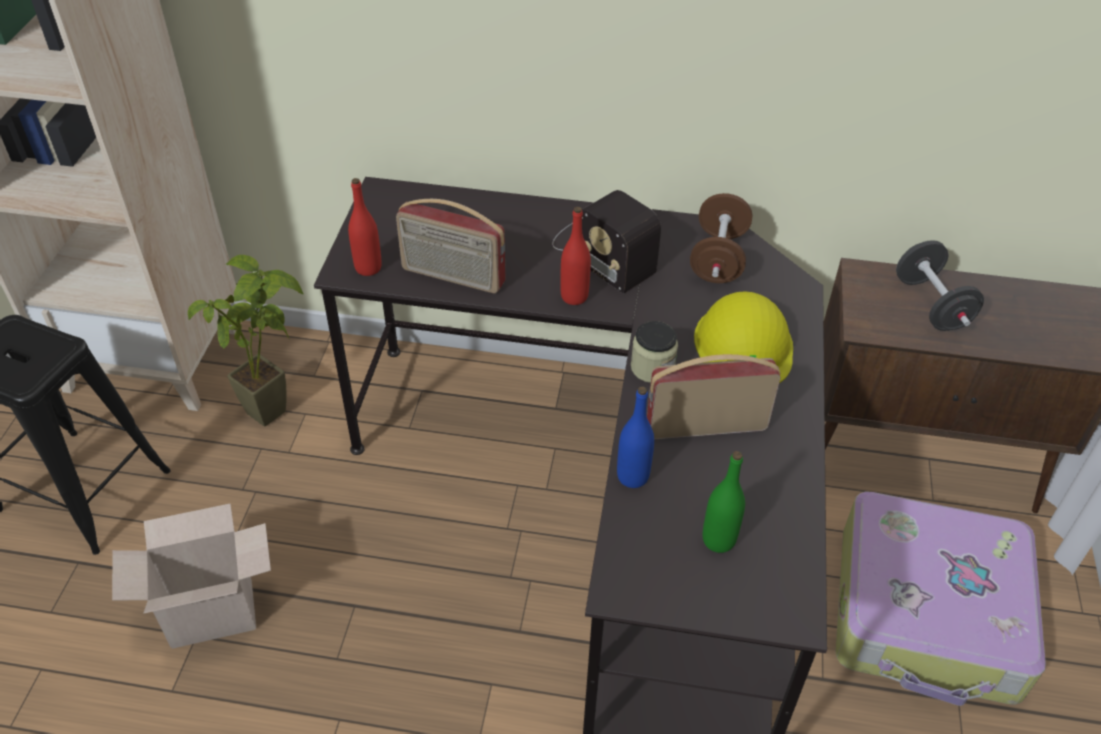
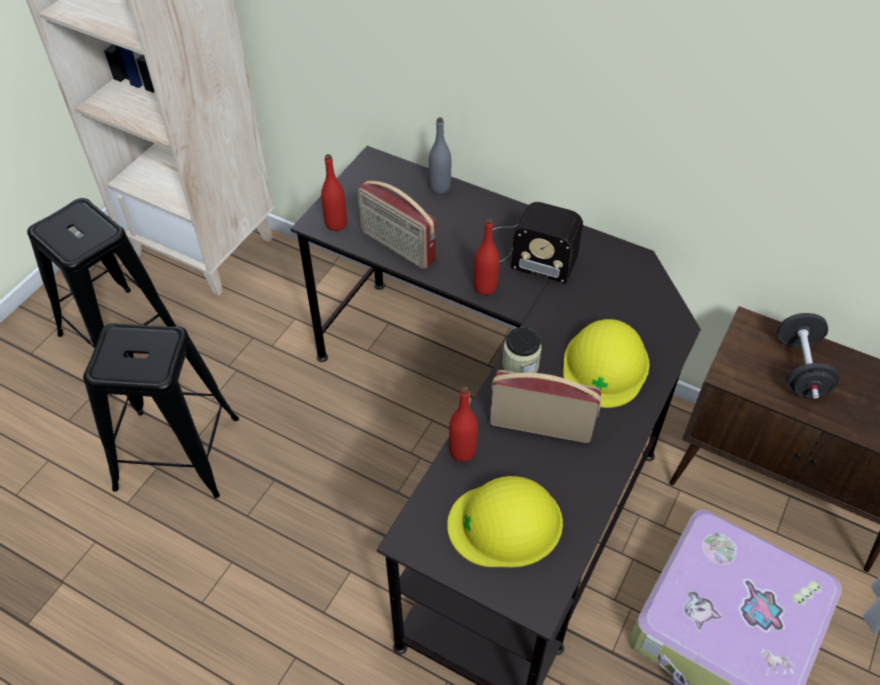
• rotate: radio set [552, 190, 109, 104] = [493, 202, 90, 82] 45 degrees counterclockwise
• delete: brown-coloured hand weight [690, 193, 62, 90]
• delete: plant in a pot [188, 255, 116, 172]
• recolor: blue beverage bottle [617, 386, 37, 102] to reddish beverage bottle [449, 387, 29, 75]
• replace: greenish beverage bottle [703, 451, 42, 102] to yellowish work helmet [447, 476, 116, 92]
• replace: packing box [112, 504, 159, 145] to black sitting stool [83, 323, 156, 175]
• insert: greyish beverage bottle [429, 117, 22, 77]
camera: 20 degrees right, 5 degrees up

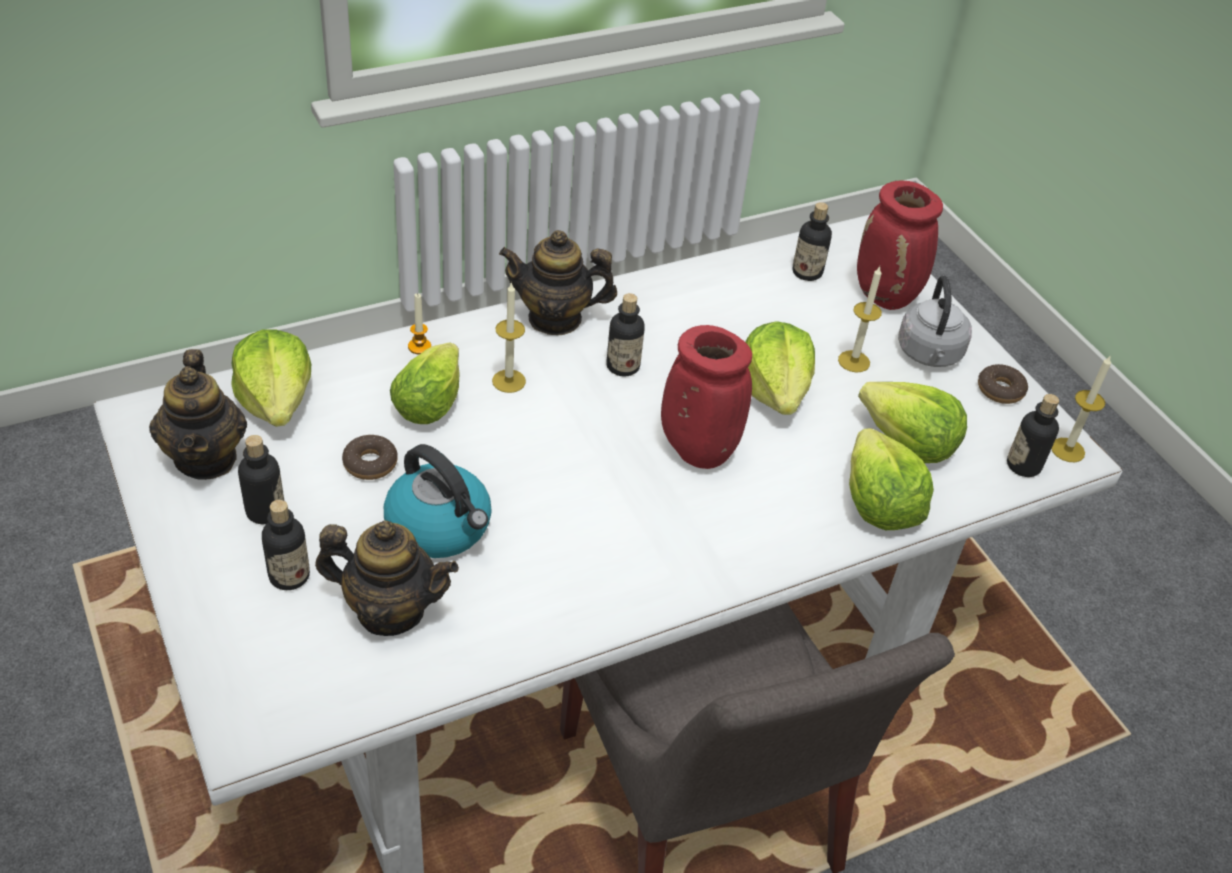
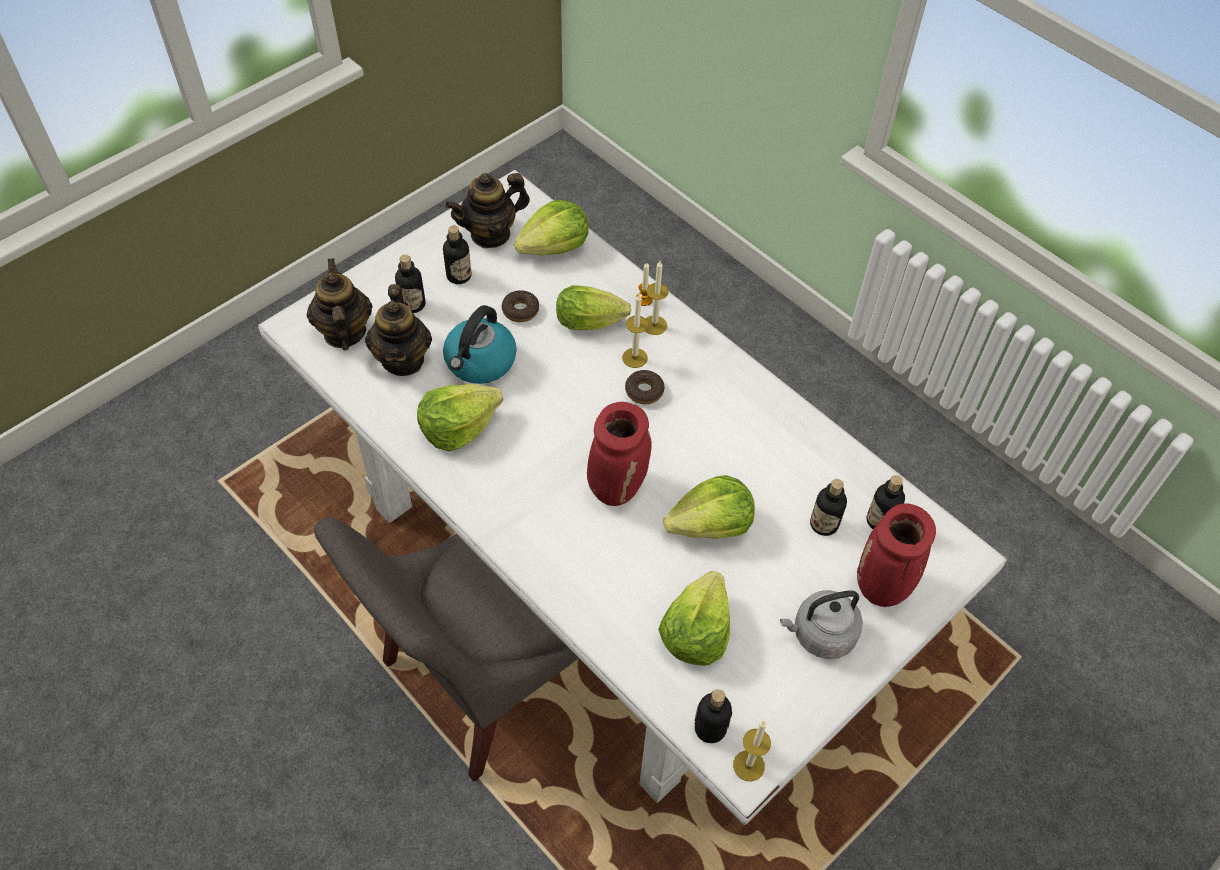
• move: teapot [499, 230, 118, 105] to [307, 258, 66, 93]
• move: candle [838, 266, 44, 106] to [645, 261, 24, 74]
• move: beverage bottle [606, 293, 39, 84] to [810, 479, 37, 57]
• move: ring doughnut [978, 364, 50, 40] to [625, 370, 39, 34]
• move: lettuce [849, 428, 85, 102] to [417, 384, 86, 68]
camera: 75 degrees right, 10 degrees up

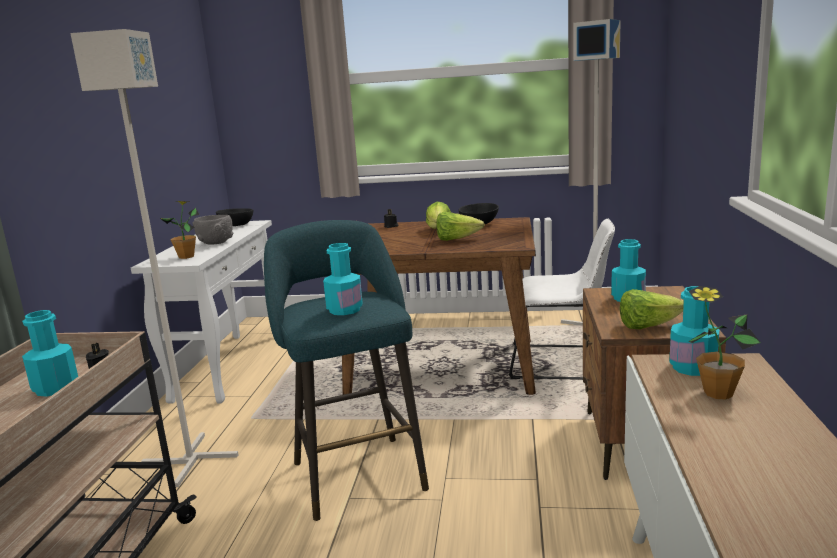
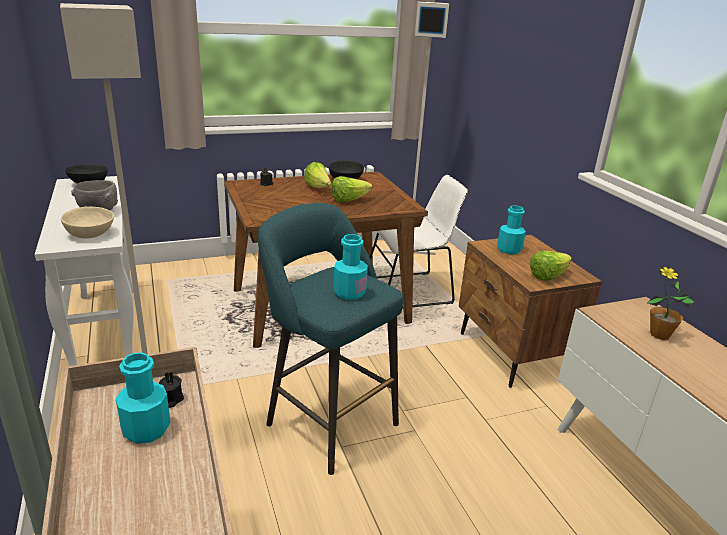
• replace: plant in a pot [160, 201, 39, 58] to sand-coloured bowl [61, 207, 53, 32]
• delete: turquoise-coloured beverage bottle [669, 286, 51, 90]
camera: 30 degrees left, 10 degrees up

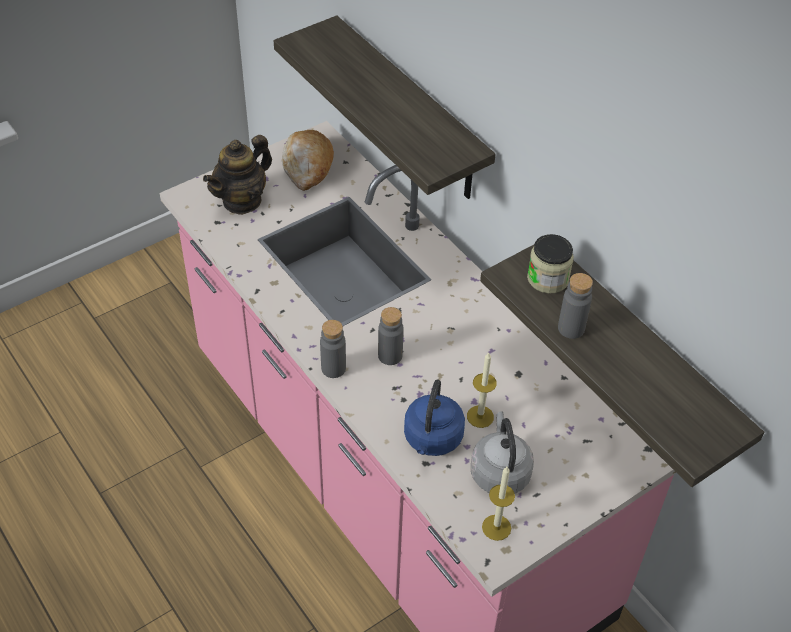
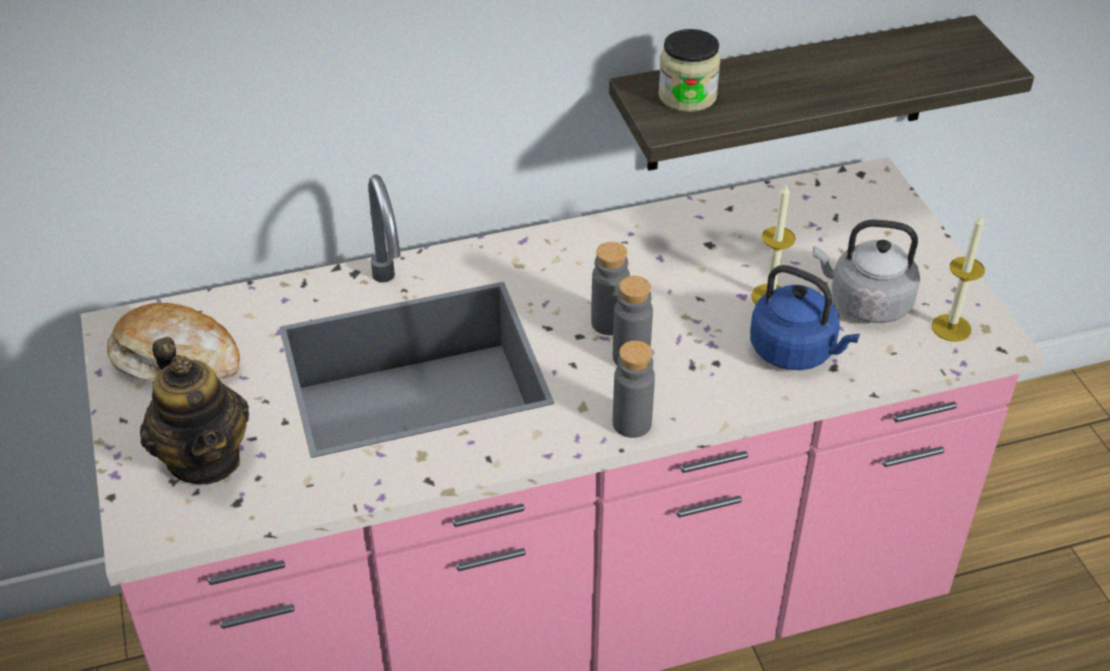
• delete: wall shelf [274, 15, 222, 184]
• move: greyish beverage bottle [558, 273, 35, 66] to [591, 242, 39, 93]
camera: 70 degrees left, 5 degrees down

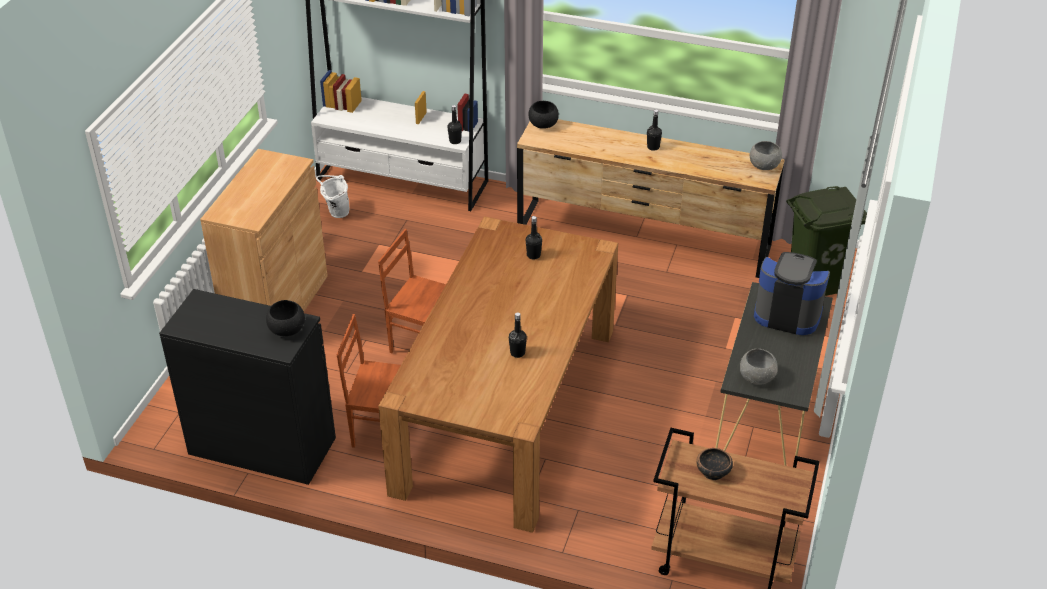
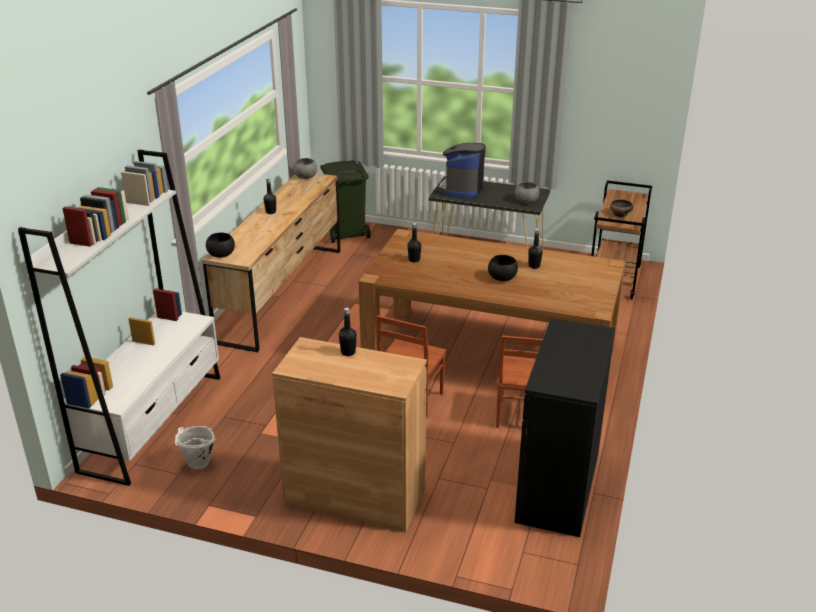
• move: black beverage bottle [447, 105, 15, 39] to [339, 308, 18, 48]
• move: black bowl [266, 300, 39, 36] to [488, 255, 30, 26]
camera: 90 degrees left, 10 degrees down

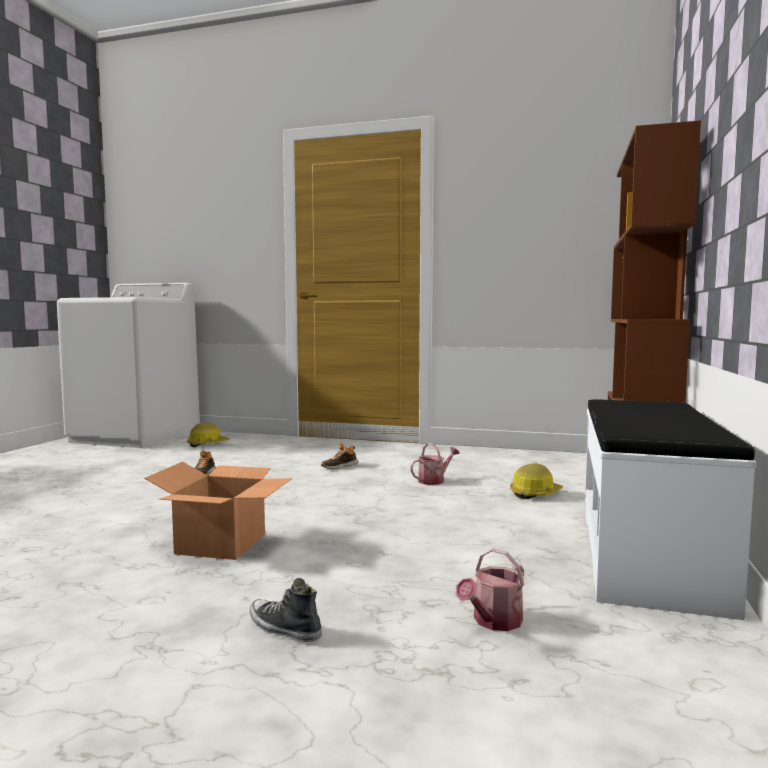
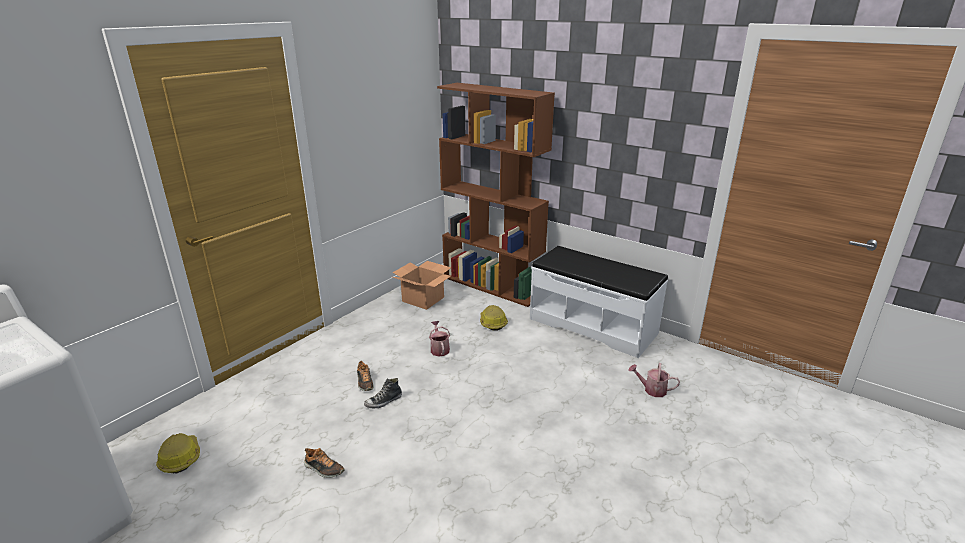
• move: packing box [144, 462, 148, 98] to [393, 261, 58, 49]
• rotate: sprinkling can [456, 548, 68, 83] = [628, 363, 52, 34] 135 degrees clockwise
• move: low shoe [250, 578, 72, 64] to [364, 378, 38, 30]
camera: 70 degrees left, 20 degrees up

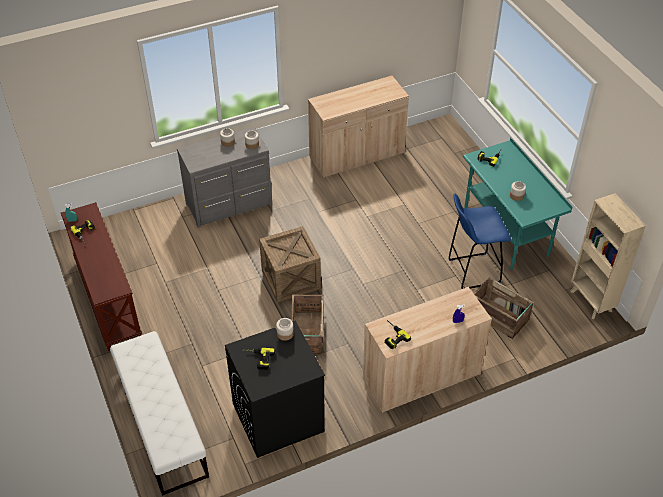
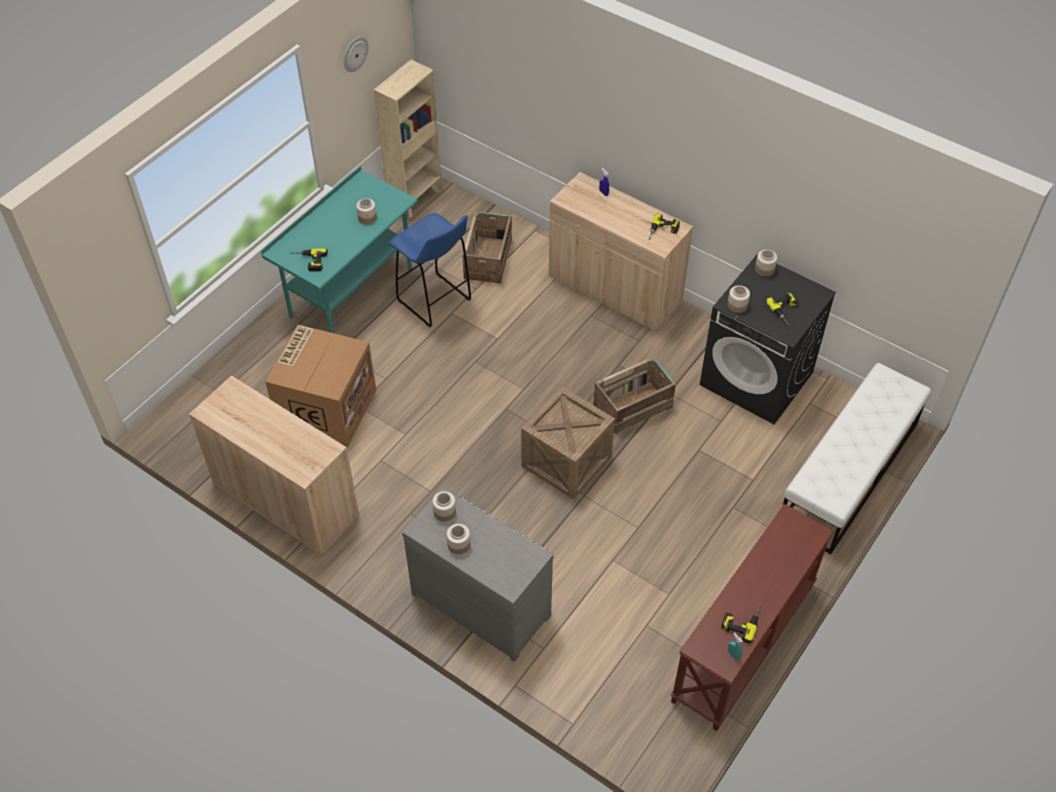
• insert: clock on the wall [344, 36, 25, 36]
• insert: preserve jar [755, 250, 22, 27]
• insert: packing box [265, 325, 111, 123]
camera: 120 degrees left, 5 degrees up

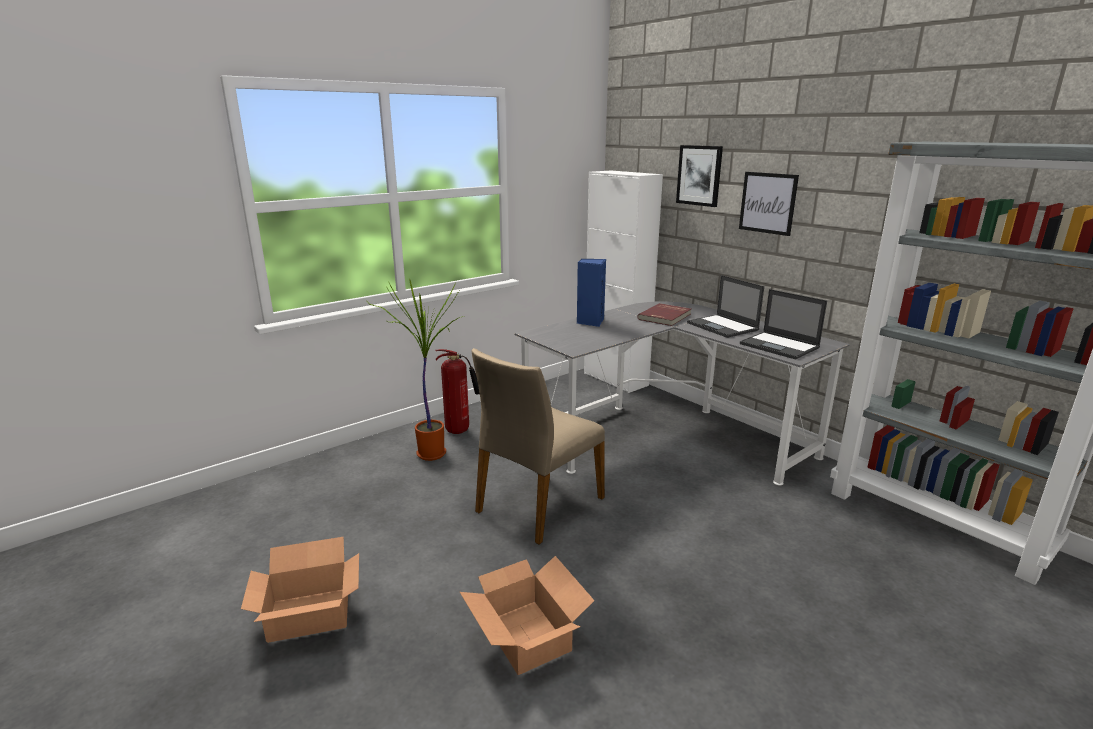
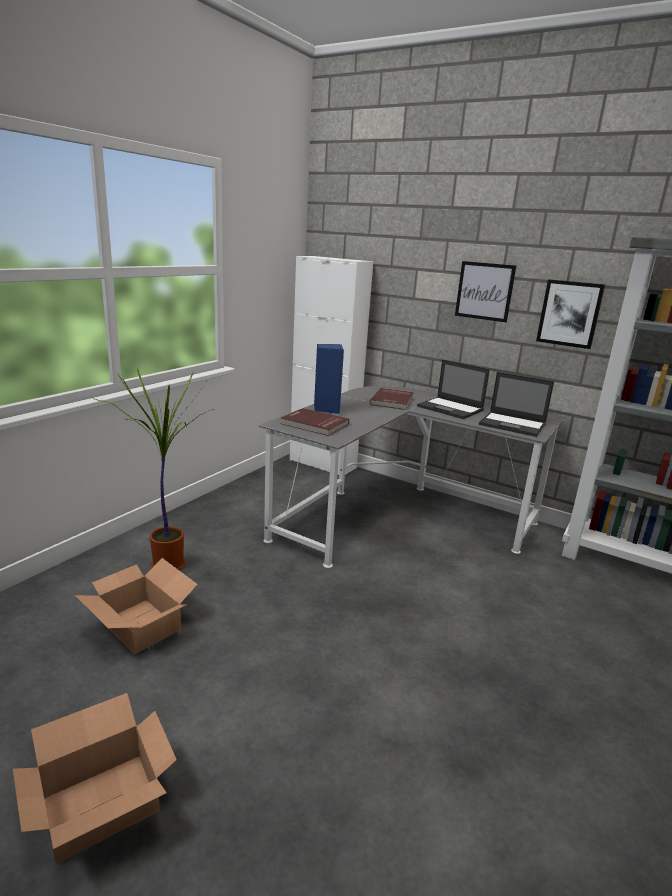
• move: picture [676, 145, 47, 62] to [536, 279, 69, 70]
• delete: sand-coloured plain chair [472, 348, 133, 196]
• delete: fire extinguisher [436, 349, 44, 85]
• move: packing box [460, 556, 135, 119] to [75, 558, 123, 97]
• insert: reddish book [280, 408, 69, 28]
camera: 20 degrees left, 0 degrees up

